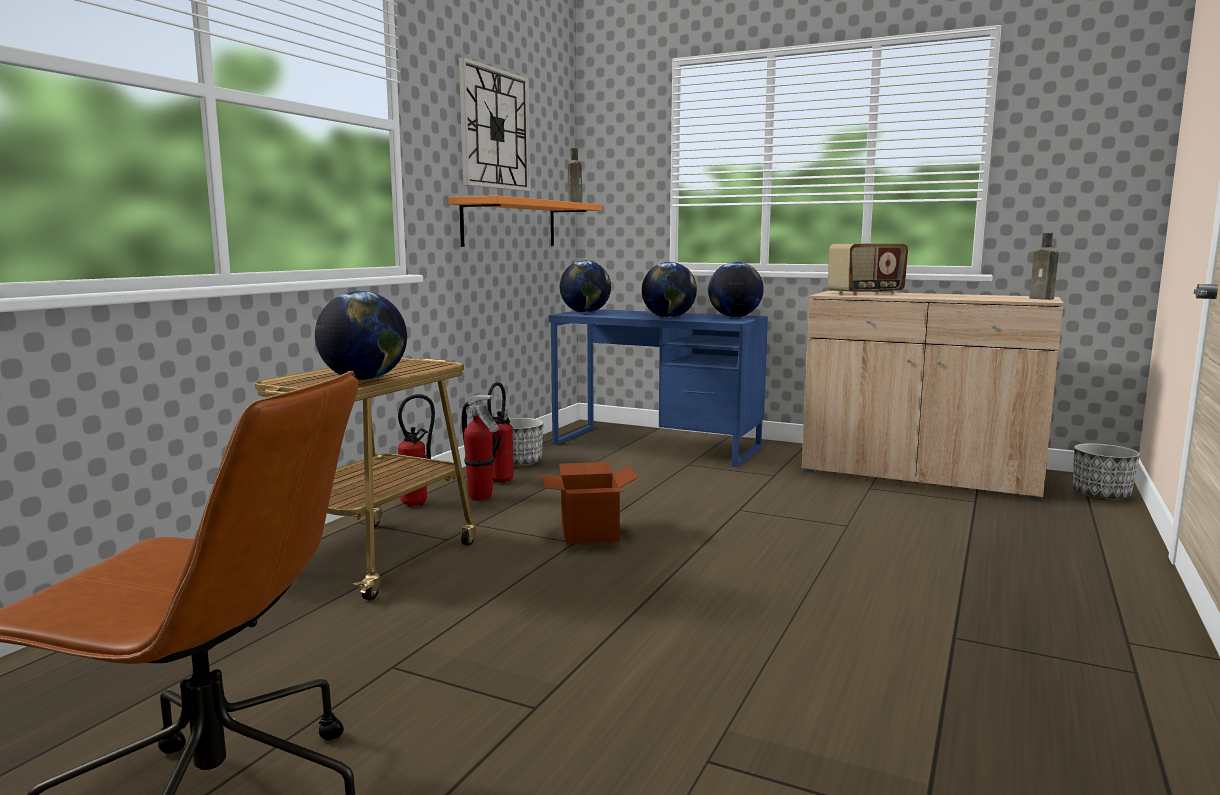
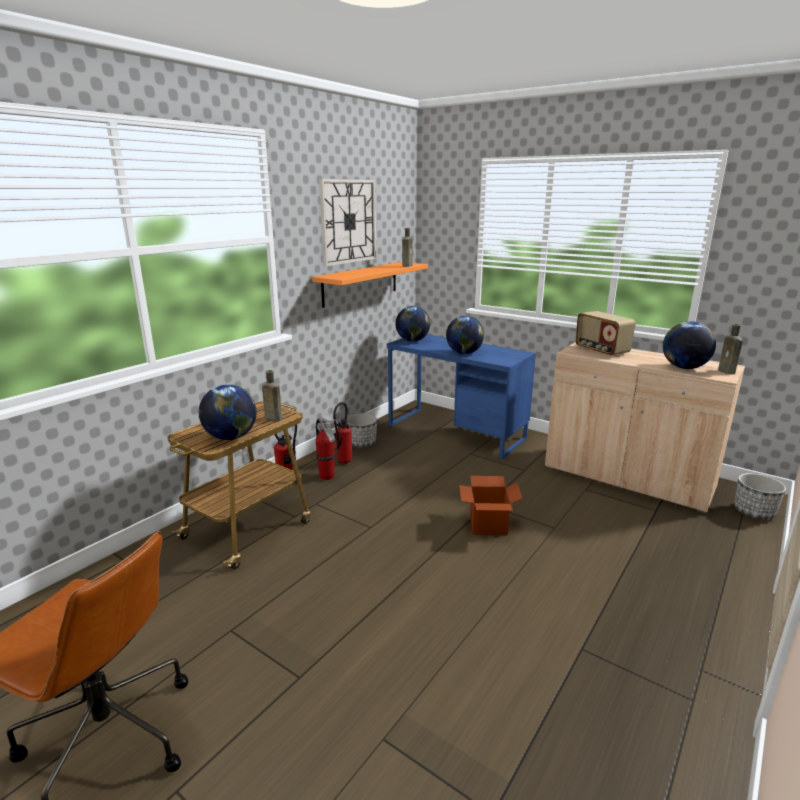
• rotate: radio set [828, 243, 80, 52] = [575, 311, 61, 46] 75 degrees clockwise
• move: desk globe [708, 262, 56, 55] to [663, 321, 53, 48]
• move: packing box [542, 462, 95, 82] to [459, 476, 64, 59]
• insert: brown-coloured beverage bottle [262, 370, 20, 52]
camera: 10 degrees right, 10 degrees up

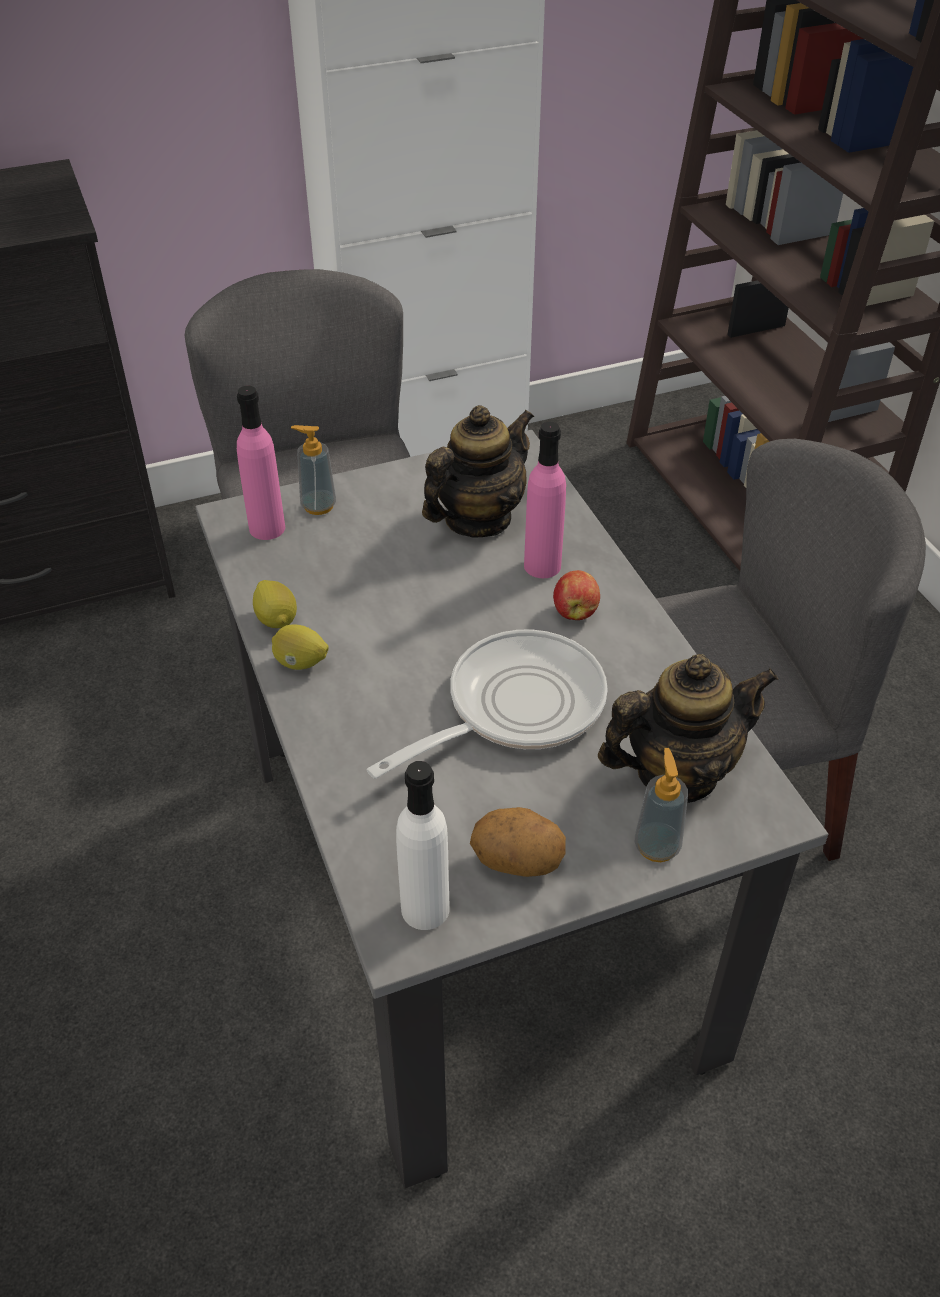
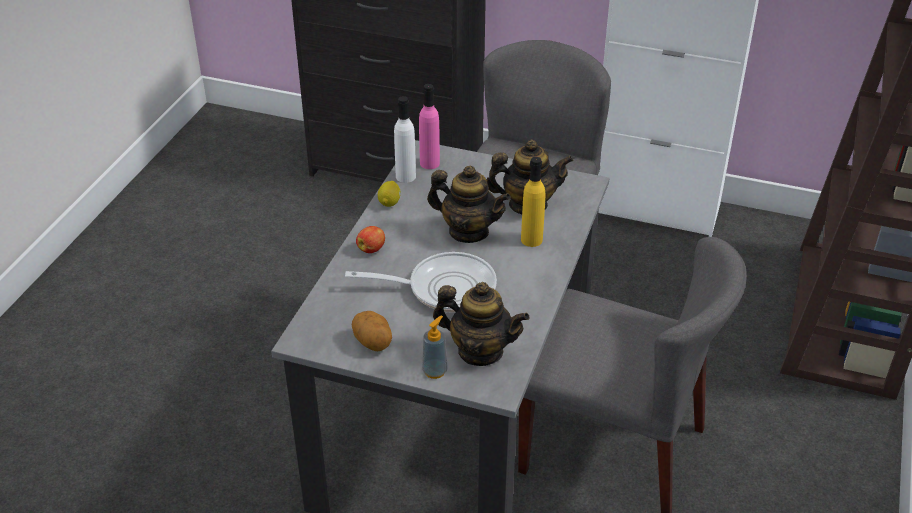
• recolor: pink-coloured beverage bottle [524, 422, 42, 156] to yellowish beverage bottle [521, 157, 24, 90]
• delete: soap dispenser [291, 425, 45, 90]
• move: apple [553, 570, 47, 50] to [356, 226, 29, 27]
• delete: citrus fruit [272, 624, 57, 46]
• move: white-coloured beverage bottle [396, 761, 54, 169] to [394, 96, 22, 87]
• insert: teapot [427, 166, 84, 77]
camera: 40 degrees right, 5 degrees down

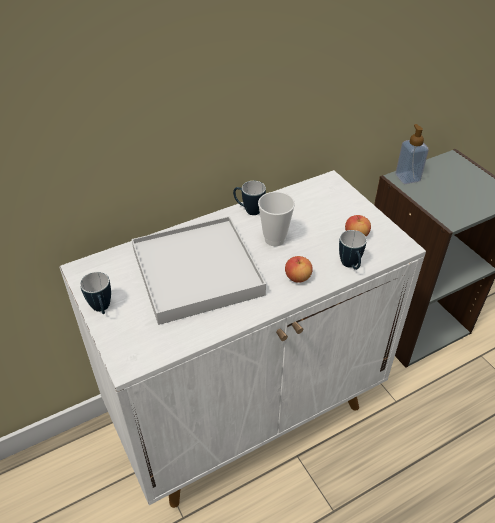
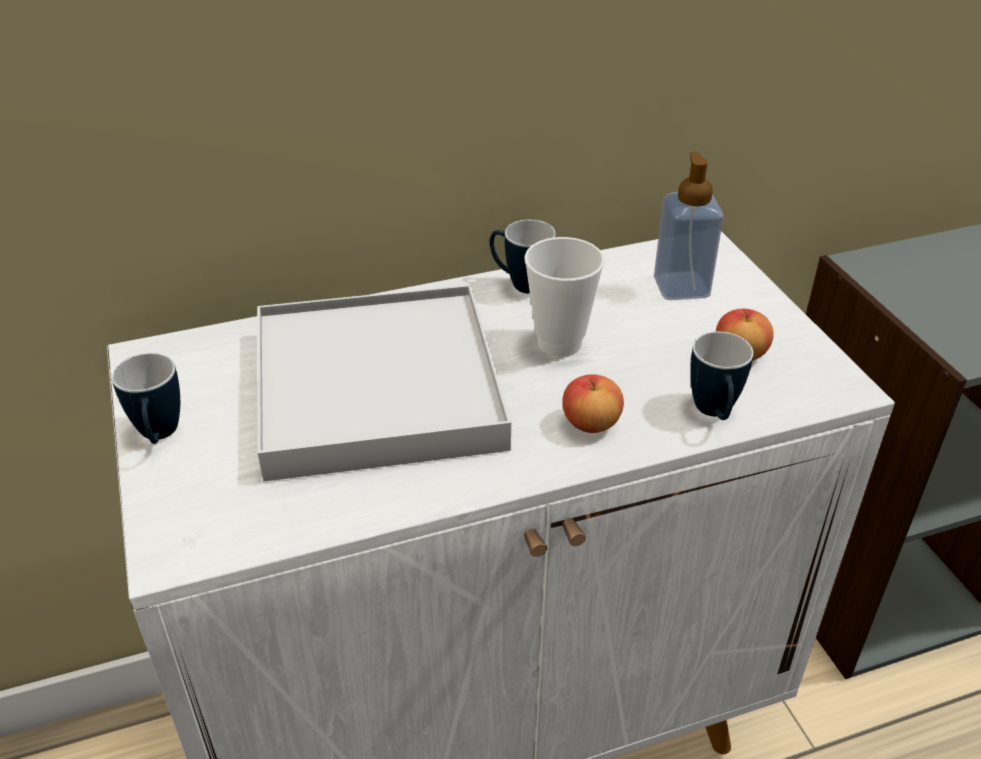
• move: soap dispenser [395, 124, 34, 60] to [654, 152, 70, 148]
camera: 10 degrees right, 5 degrees down

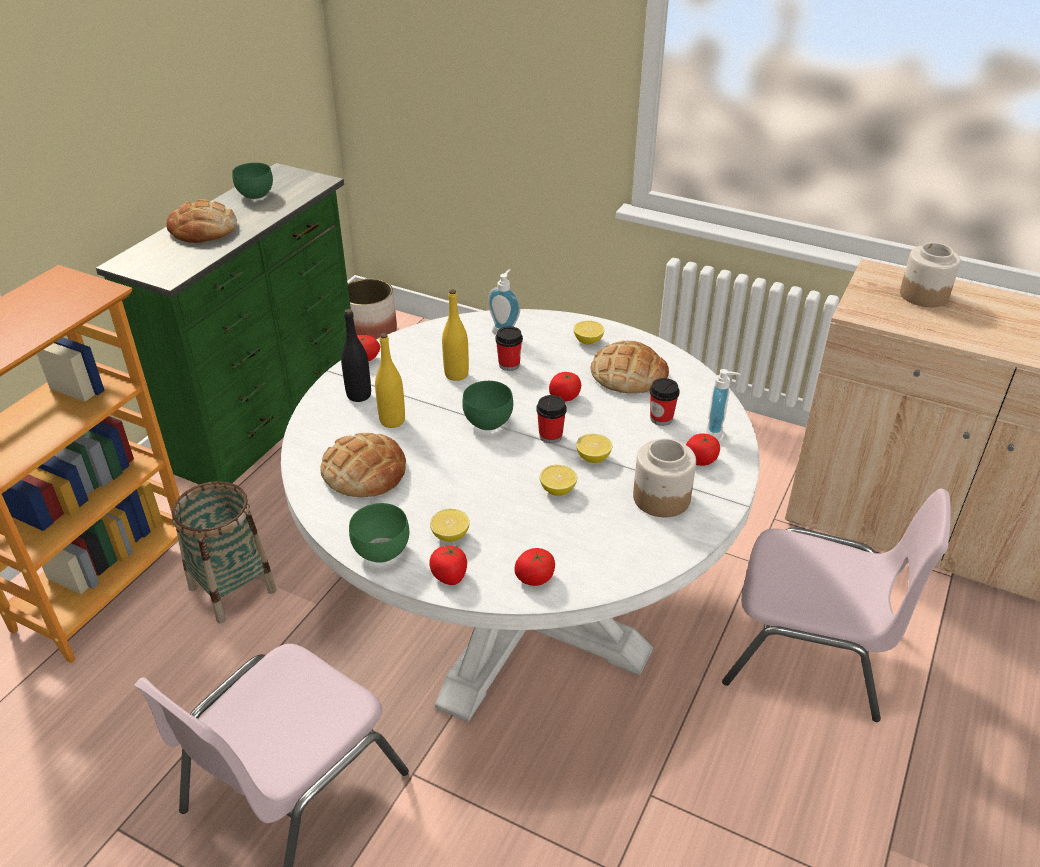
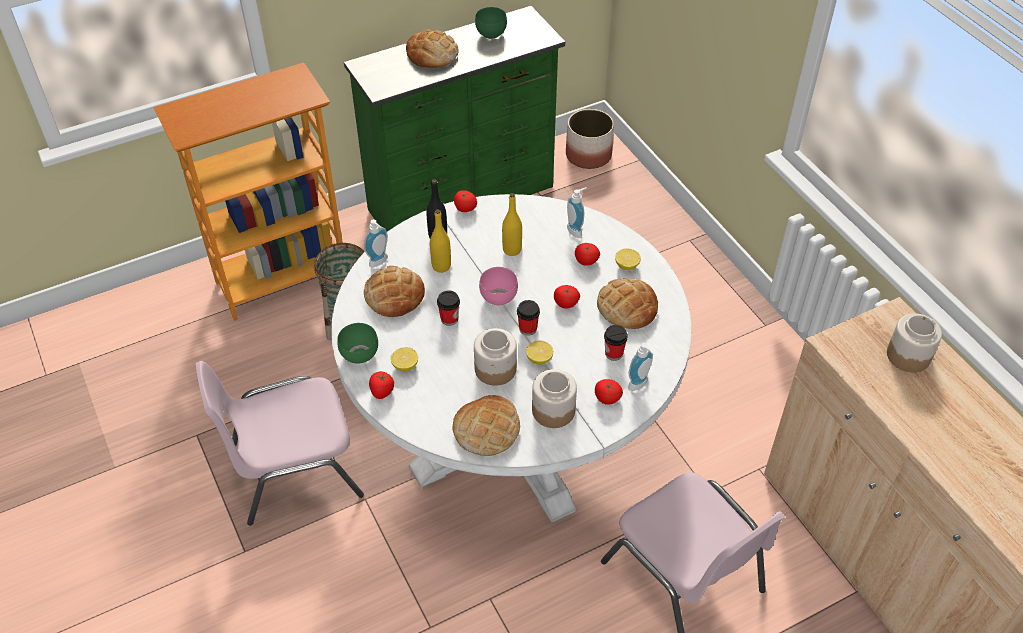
• move: drinking cup [495, 326, 28, 45] to [437, 290, 23, 36]
• recolor: greenish bowl [462, 381, 51, 50] to pink-coloured bowl [479, 267, 39, 38]
• replace: citrus fruit [540, 465, 37, 31] to preserve jar [474, 328, 43, 58]
• move: tomato [515, 548, 40, 38] to [575, 243, 25, 23]
• insert: soap dispenser [364, 219, 24, 48]
• insert: bread [453, 395, 67, 61]
camera: 35 degrees right, 10 degrees up

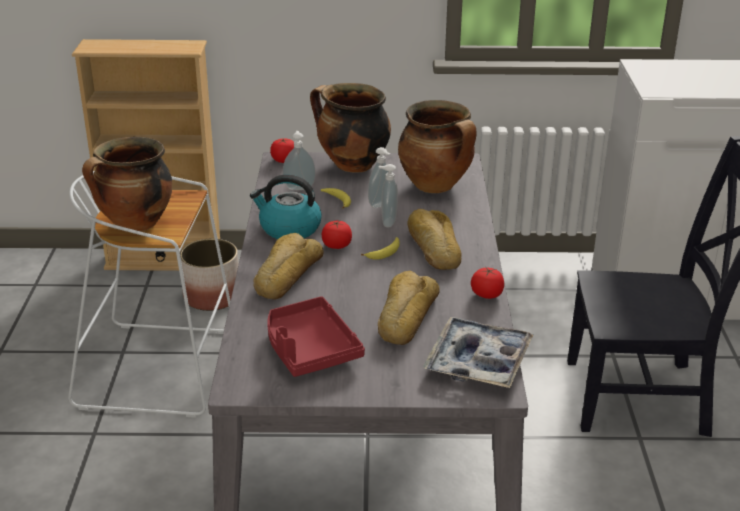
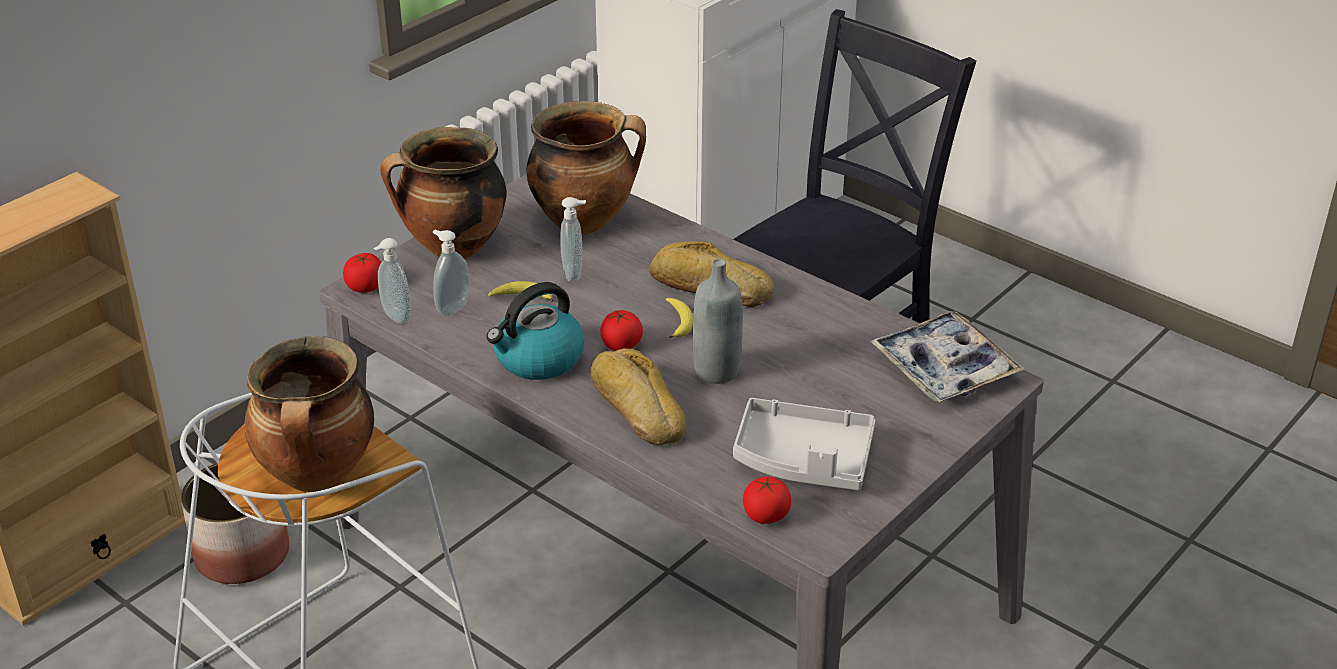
• move: soap dispenser [378, 164, 20, 63] to [374, 238, 37, 86]
• move: tomato [471, 267, 33, 32] to [743, 477, 48, 47]
• delete: bread [378, 271, 62, 74]
• recolor: reddish carrying tray [267, 296, 98, 81] to greyish carrying tray [733, 398, 142, 92]
• insert: greyish beverage bottle [693, 259, 50, 125]
camera: 50 degrees left, 5 degrees up

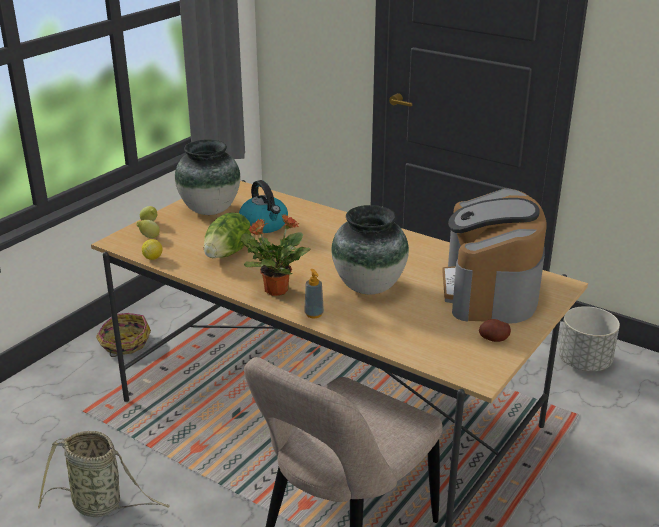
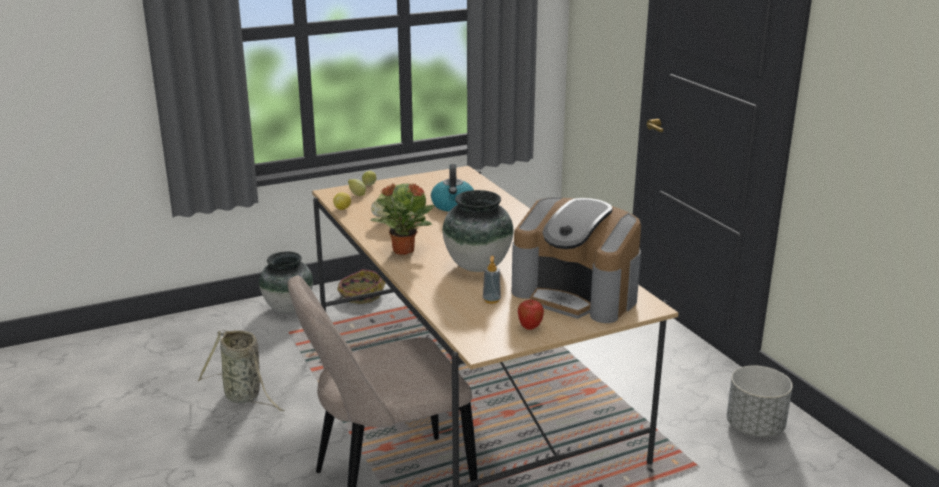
• move: flower vase [175, 139, 65, 76] to [259, 251, 54, 62]
• rotate: coffee machine [442, 188, 105, 136] = [512, 197, 129, 126] 90 degrees counterclockwise
• move: soap dispenser [304, 269, 20, 49] to [483, 256, 18, 48]
• replace: whole potato [479, 319, 32, 23] to apple [518, 300, 26, 30]
camera: 30 degrees right, 5 degrees down

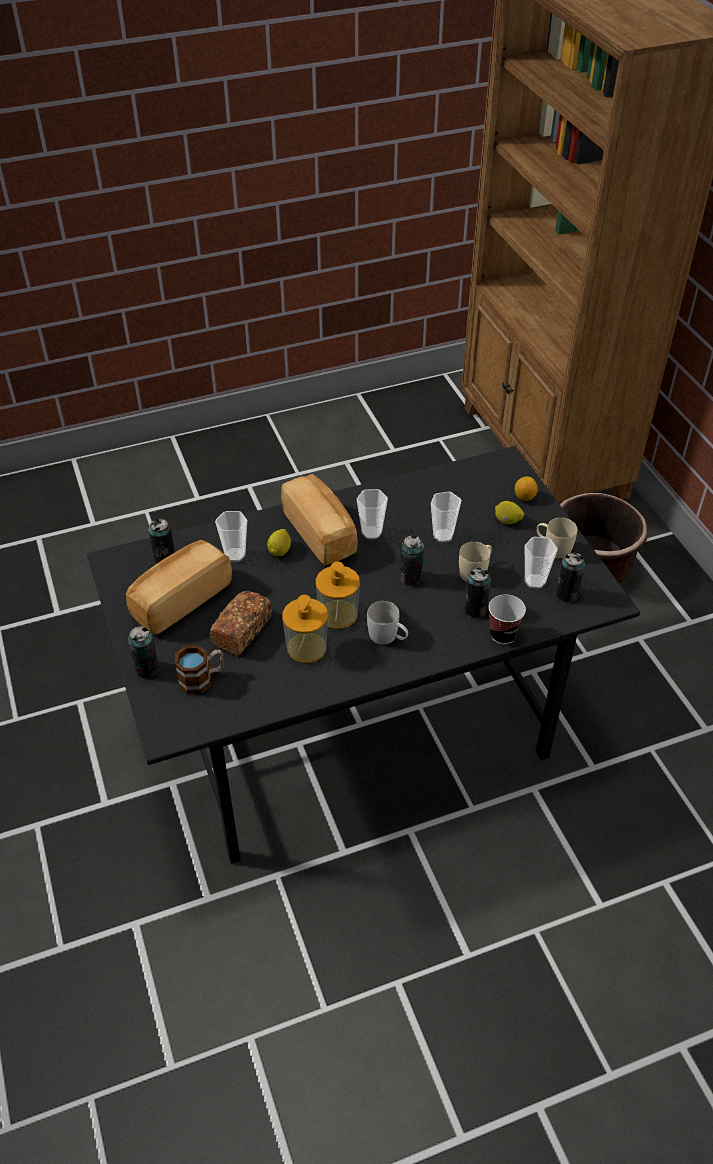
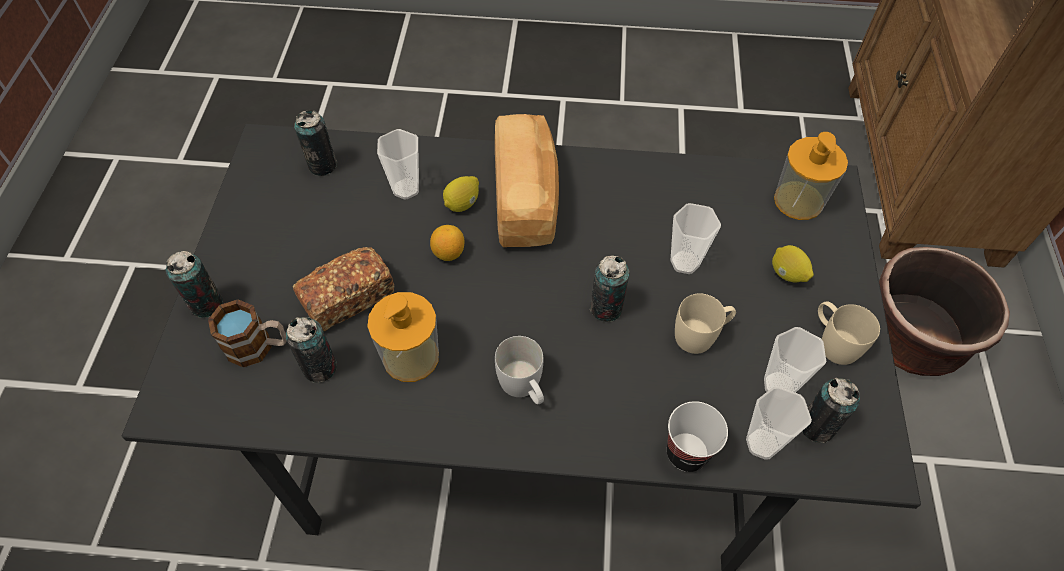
• move: citrus fruit [515, 476, 23, 25] to [430, 225, 34, 36]
• move: drinking cup [357, 489, 31, 50] to [746, 386, 66, 74]
• delete: bread [126, 540, 106, 95]
• move: soap dispenser [316, 562, 44, 67] to [774, 132, 74, 88]
• move: sealed can [464, 567, 27, 51] to [286, 317, 51, 66]
camera: 25 degrees right, 10 degrees up

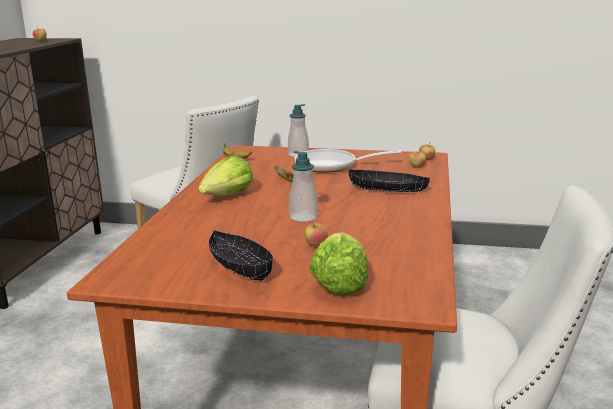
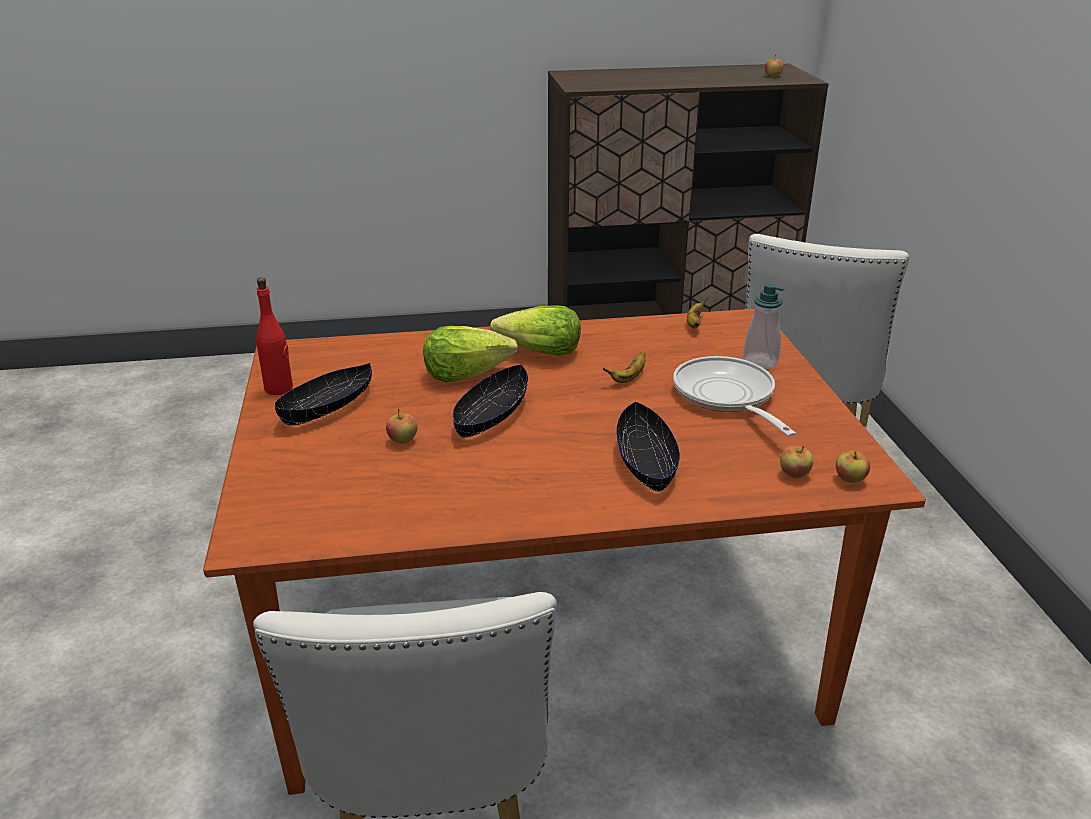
• replace: soap dispenser [289, 151, 29, 71] to black bowl [453, 364, 75, 74]
• move: lettuce [309, 232, 59, 63] to [423, 326, 95, 57]
• insert: reddish beverage bottle [256, 277, 37, 118]
camera: 70 degrees right, 10 degrees up

